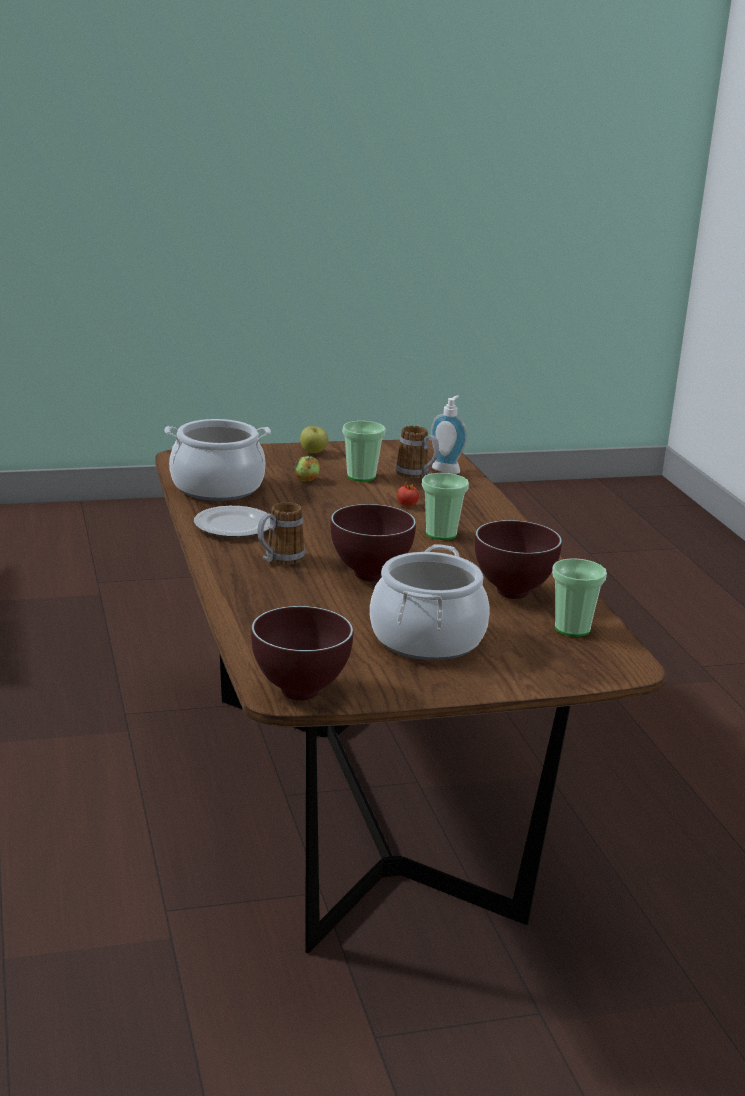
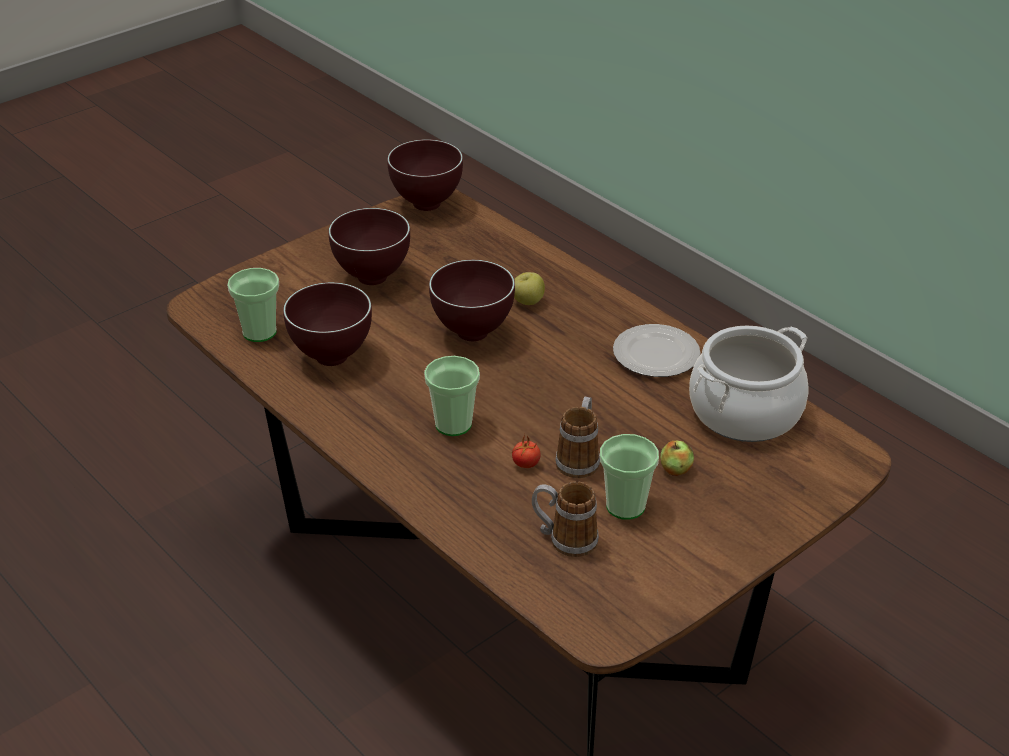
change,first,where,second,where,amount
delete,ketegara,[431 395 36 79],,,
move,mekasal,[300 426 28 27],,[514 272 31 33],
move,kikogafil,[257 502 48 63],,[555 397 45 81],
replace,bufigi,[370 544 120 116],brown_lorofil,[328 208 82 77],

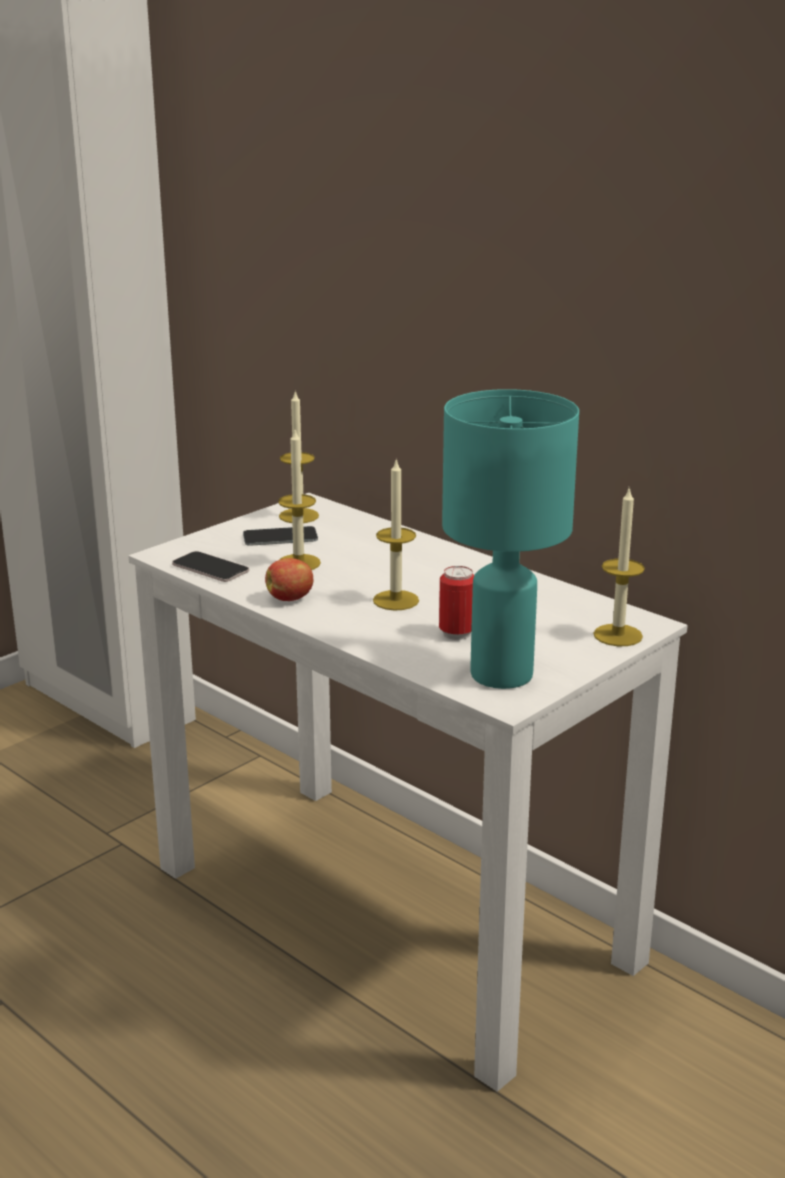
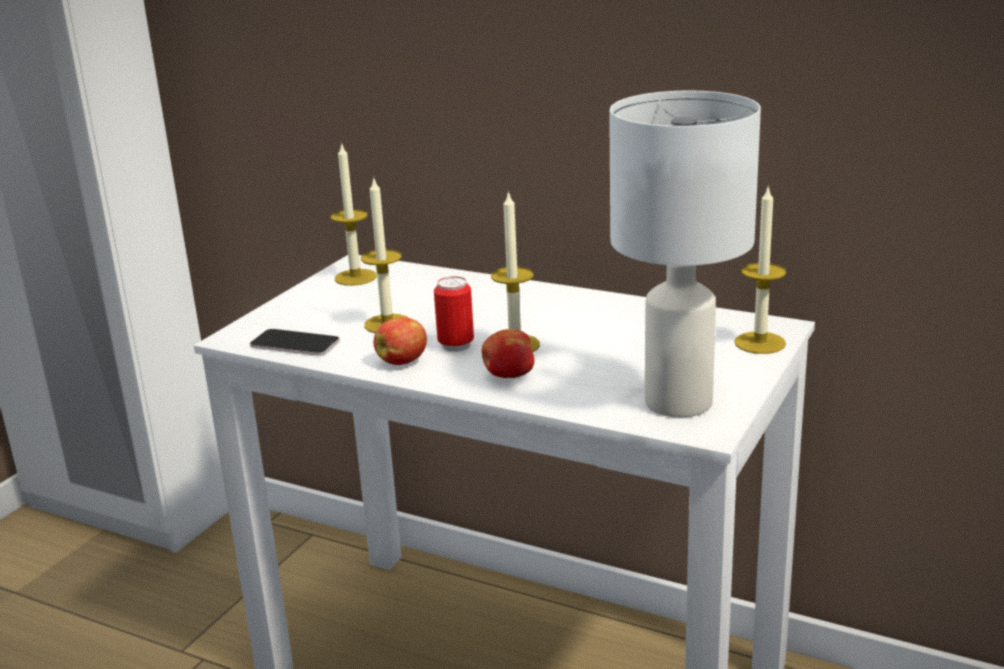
change,first,where,second,where,amount
recolor,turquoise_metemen,[442 389 137 300],white_metemen,[609 91 152 326],
delete,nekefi,[243 526 75 20],,,
move,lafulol,[439 566 35 74],,[434 276 40 76],
insert,,,mekasal,[482 329 52 49],

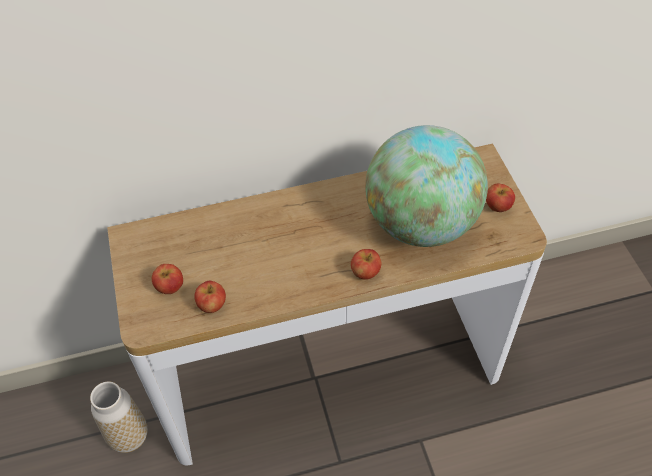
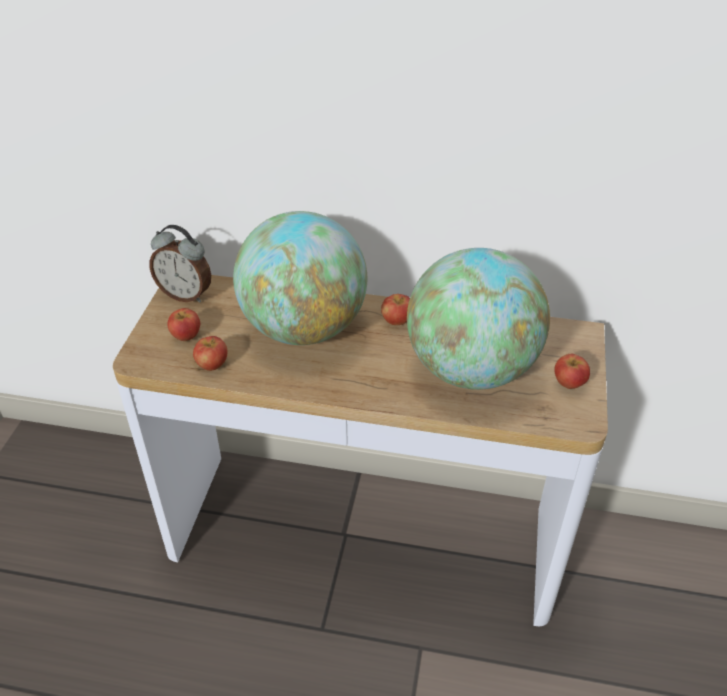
change,first,where,second,where,amount
move,mekasal,[351 249 30 31],,[381 294 29 31],
delete,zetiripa,[90 381 58 72],,,
insert,,,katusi,[233 211 134 134],
insert,,,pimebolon,[149 225 62 78],

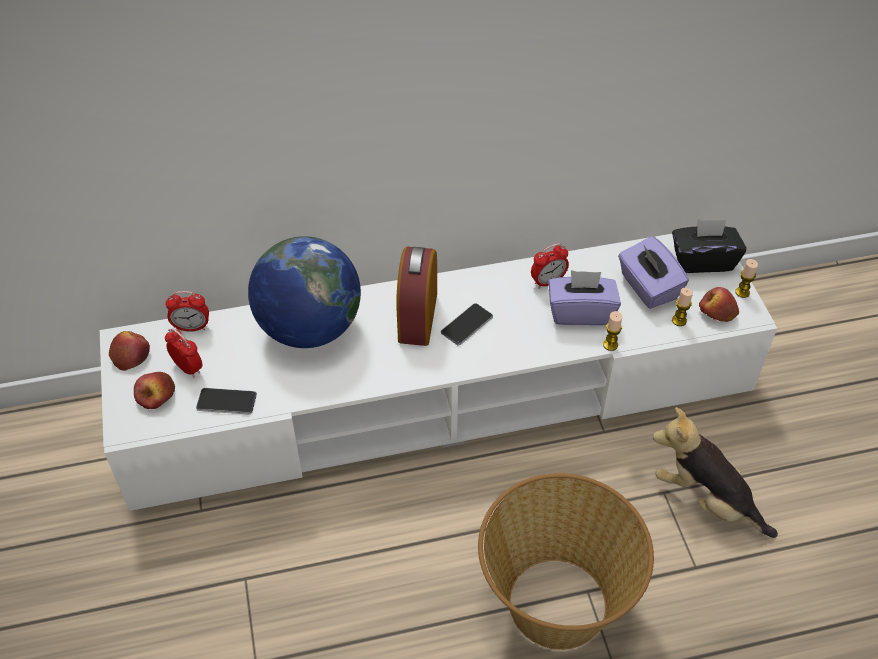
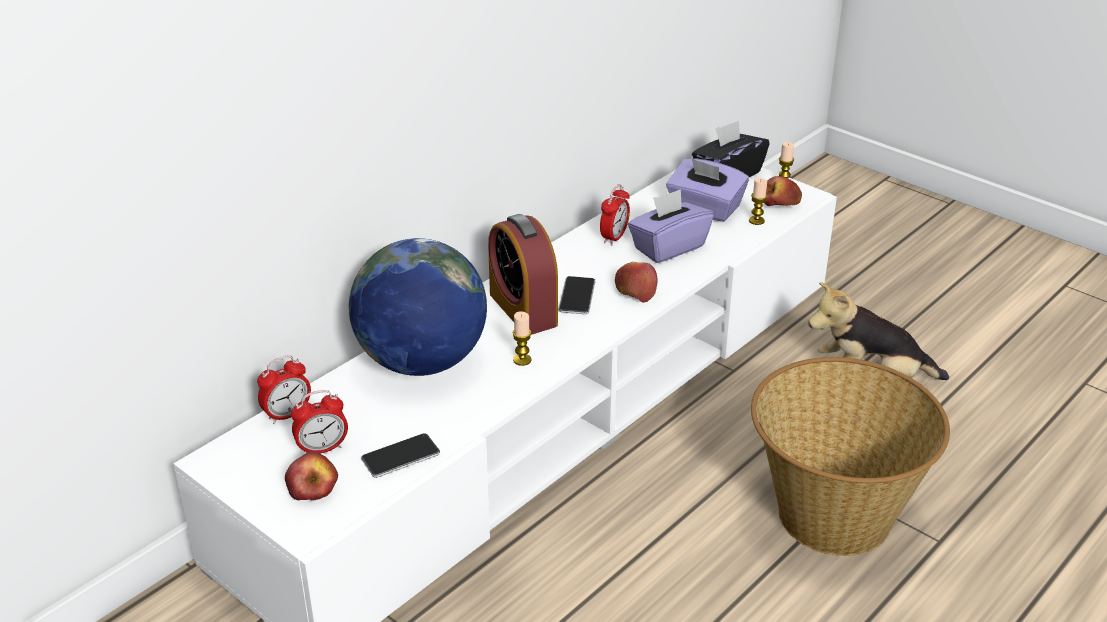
change,first,where,second,where,amount
move,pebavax,[603 311 19 40],,[512 311 20 55],
rotate,pimebolon,[165 328 38 50],,[291 390 57 64],150 degrees clockwise
move,mekasal,[109 331 41 40],,[615 262 43 41],

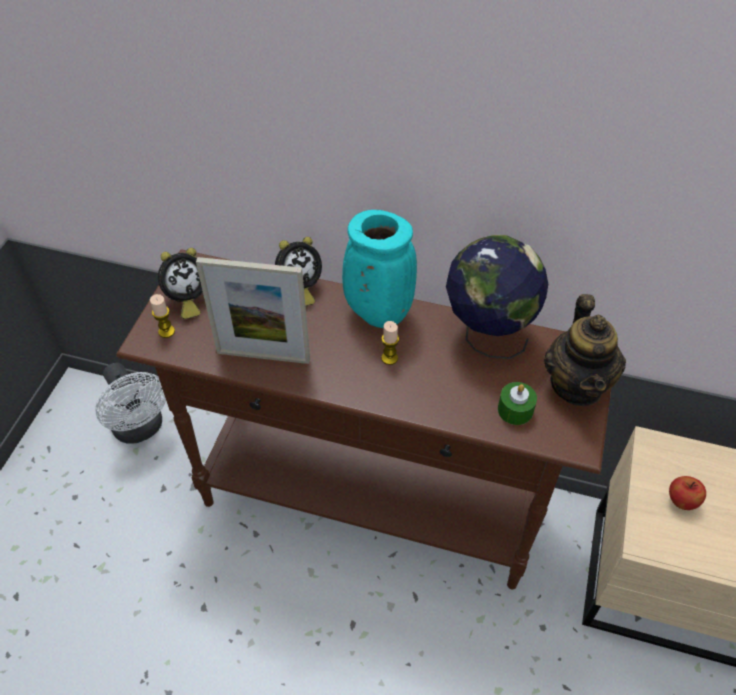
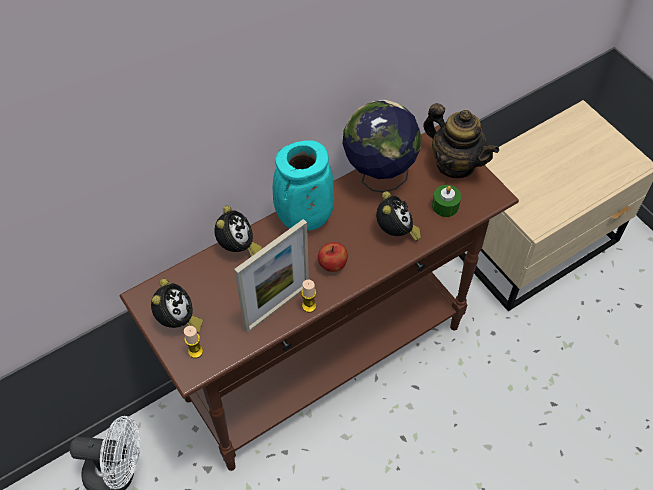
change,first,where,second,where,amount
move,pebavax,[381 321 18 44],,[301 279 15 34],
move,mekasal,[669 476 37 34],,[318 242 30 30],
insert,,,pimebolon,[376 191 45 50],

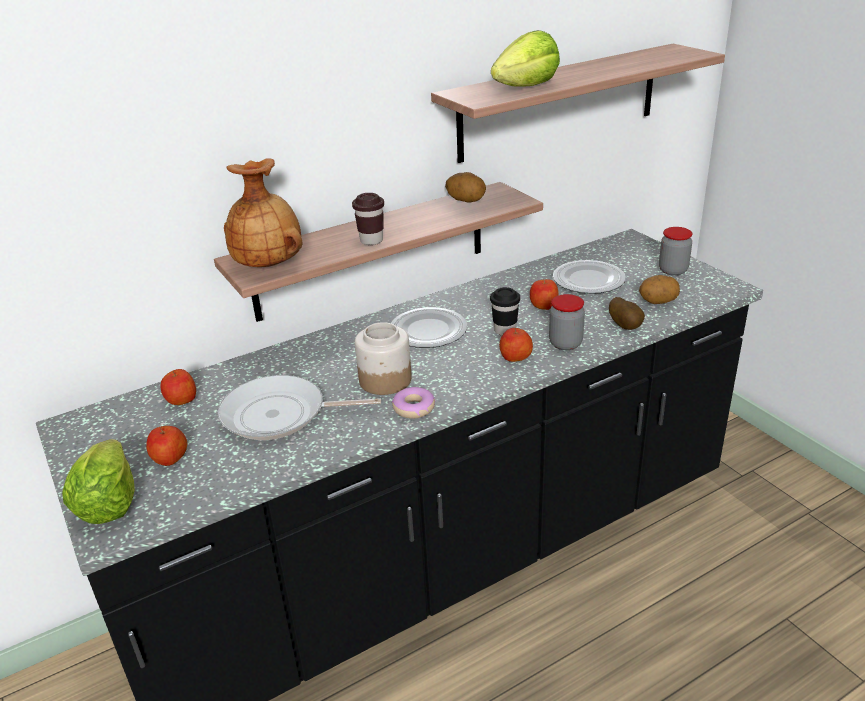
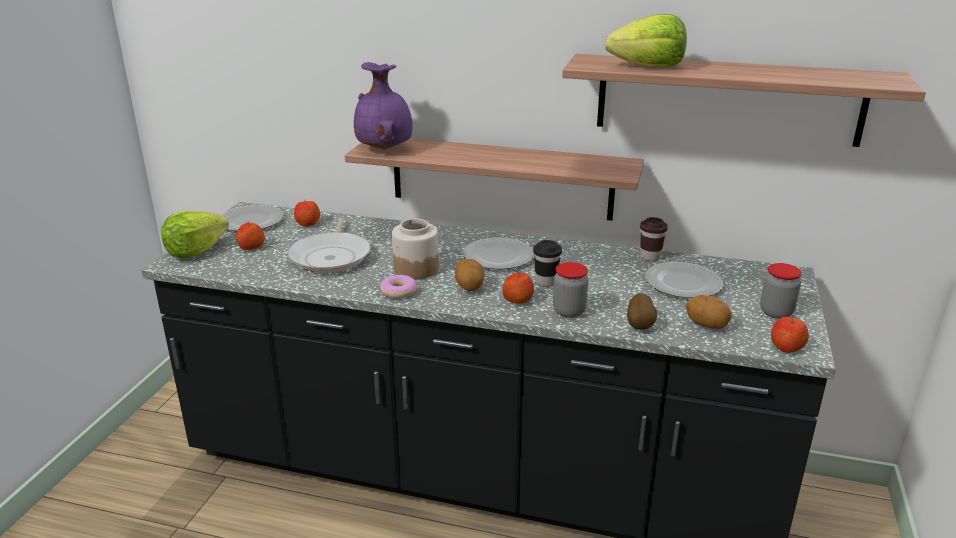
change,first,where,second,where,amount
recolor,brown_zetiripa,[224 159 79 108],purple_zetiripa,[354 62 58 87],
move,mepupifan,[445 172 41 31],,[455 259 30 32],
move,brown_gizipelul,[352 193 32 52],,[640 217 28 44],
move,mekasal,[530 279 29 31],,[771 317 38 36],
rotate,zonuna,[218 375 163 65],,[288 216 82 57],135 degrees counterclockwise
insert,,,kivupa,[222 205 62 26],

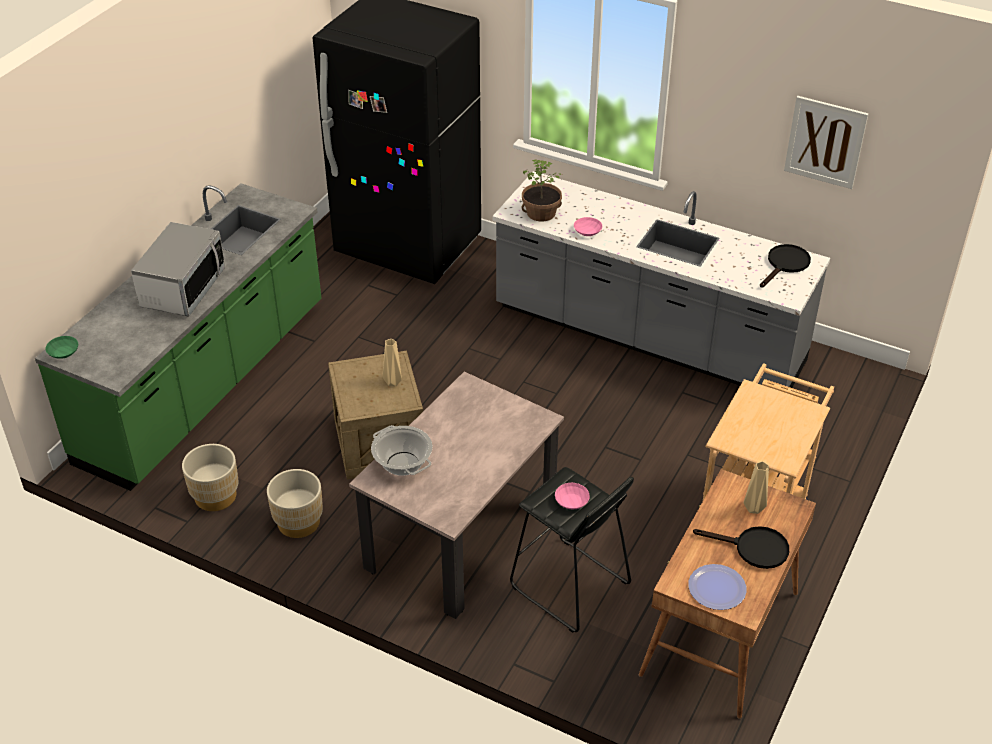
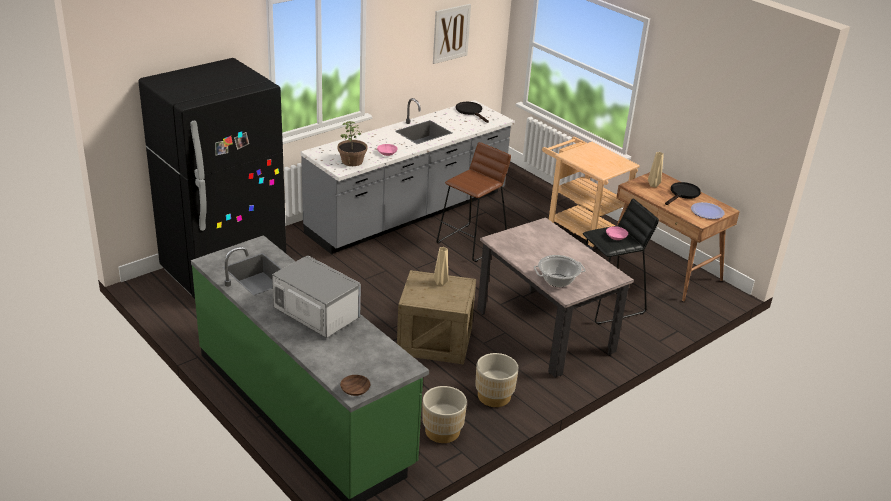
change,first,where,second,where,amount
recolor,green_lorofil,[45 336 33 23],brown_lorofil,[340 375 30 21],
insert,,,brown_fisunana,[436 142 75 120],

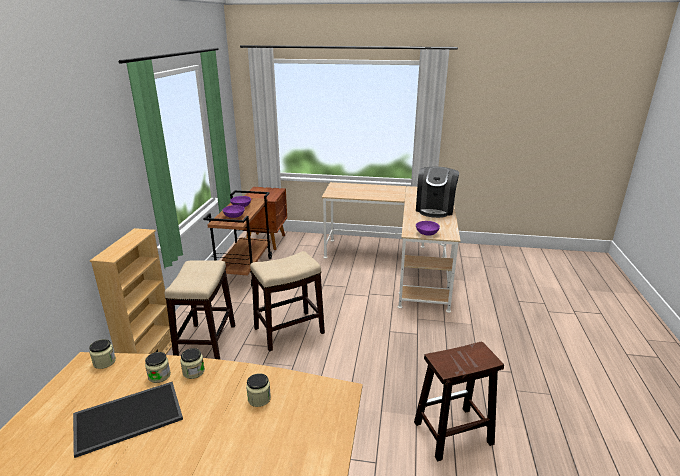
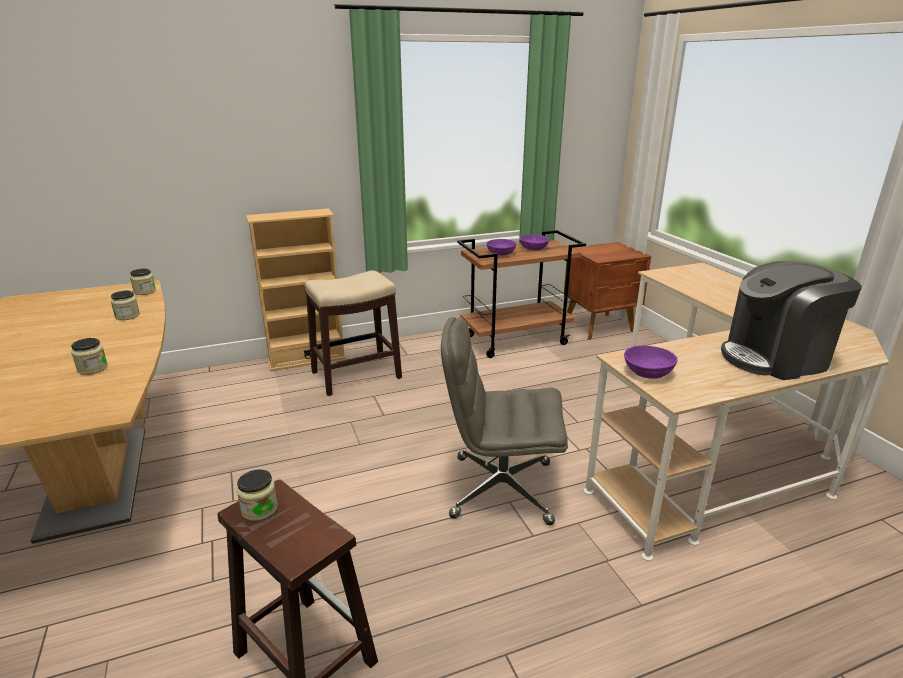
change,first,where,second,where,amount
delete,fisunana,[250 251 75 100],,,
move,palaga,[180 348 25 31],,[237 469 41 52],
delete,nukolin,[73 382 110 76],,,
insert,,,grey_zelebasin,[441 317 127 208],

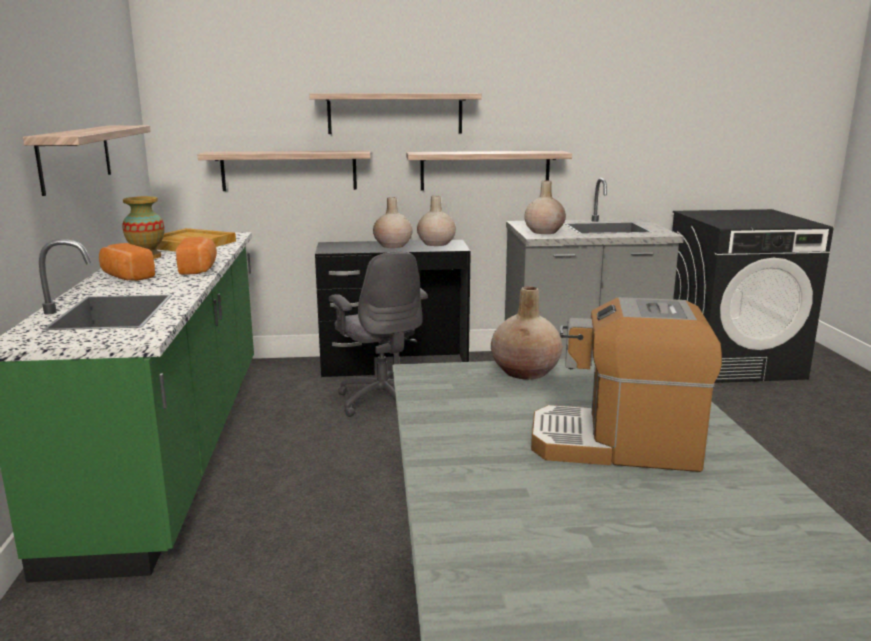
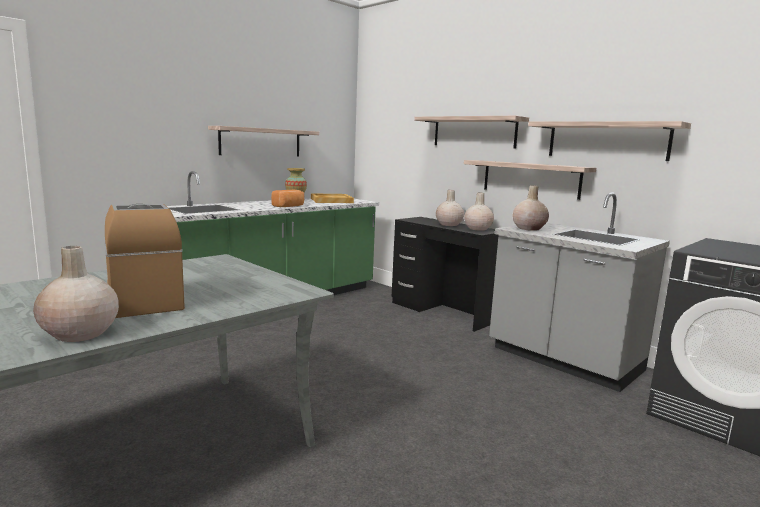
change,first,where,second,where,amount
move,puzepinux,[198 151 173 40],,[528 121 163 40],
delete,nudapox,[99 243 56 38],,,
delete,grey_zelebasin,[329 251 99 166],,,
move,beige_zetiripa,[491 286 72 94],,[33 246 86 96],

